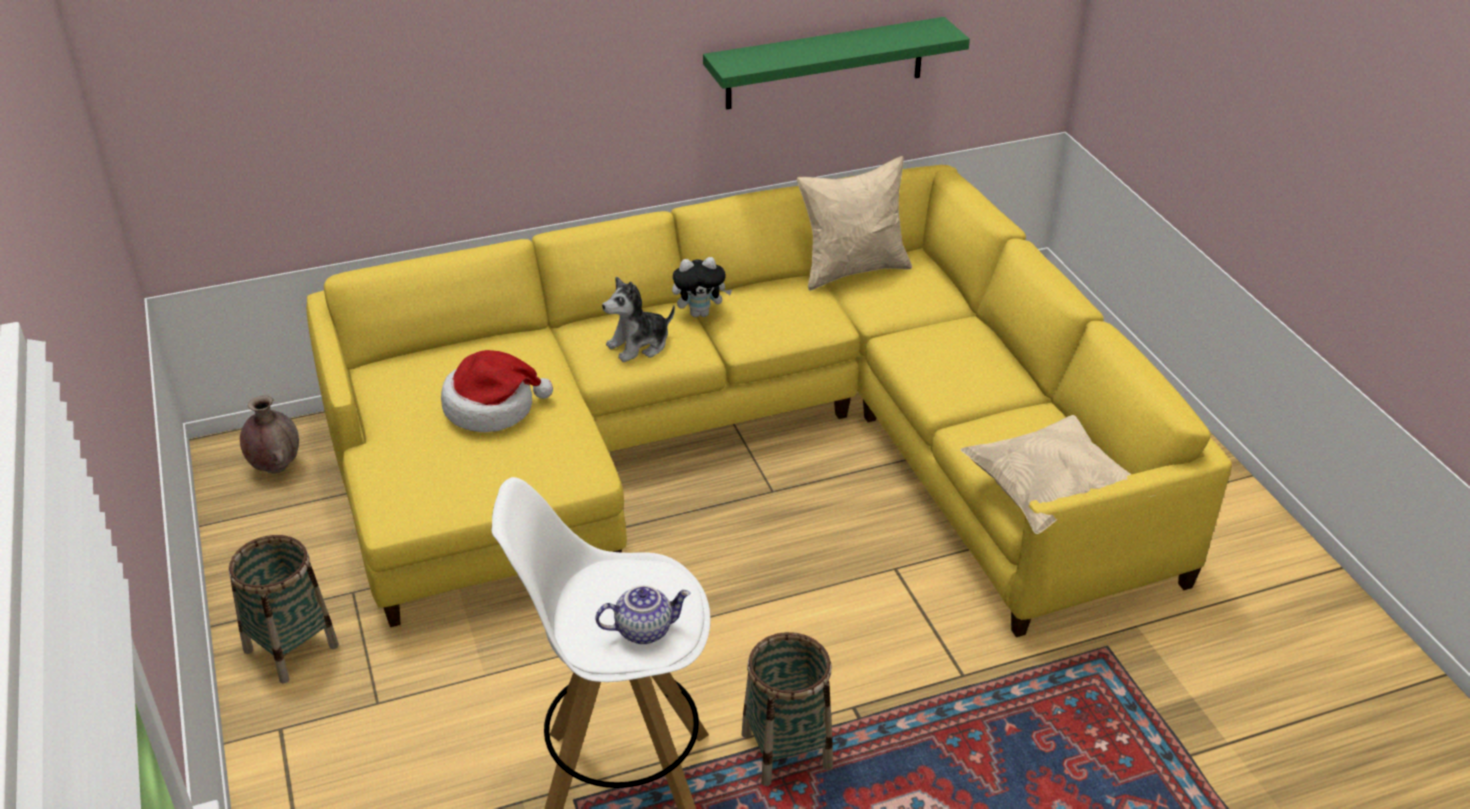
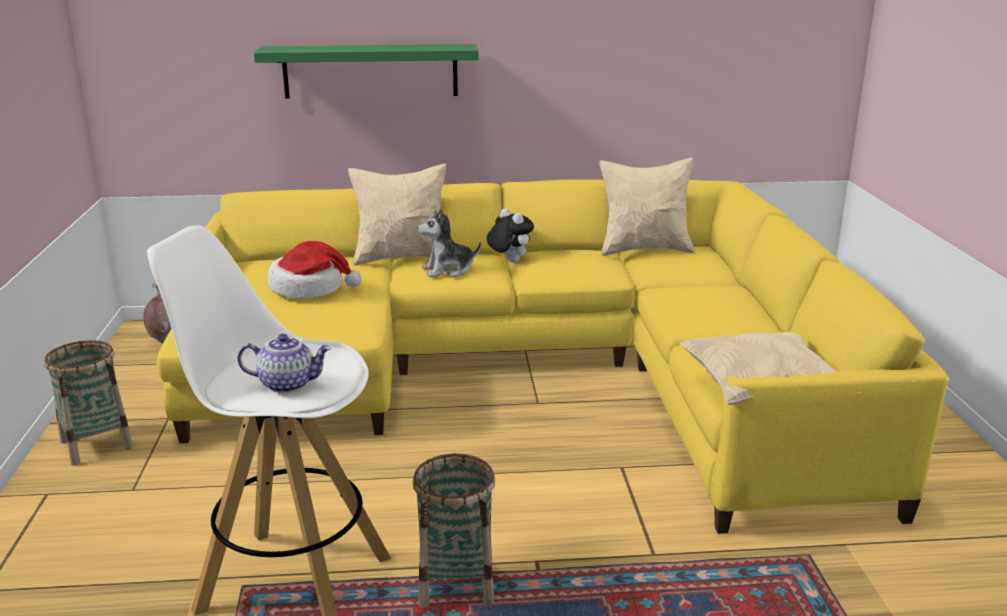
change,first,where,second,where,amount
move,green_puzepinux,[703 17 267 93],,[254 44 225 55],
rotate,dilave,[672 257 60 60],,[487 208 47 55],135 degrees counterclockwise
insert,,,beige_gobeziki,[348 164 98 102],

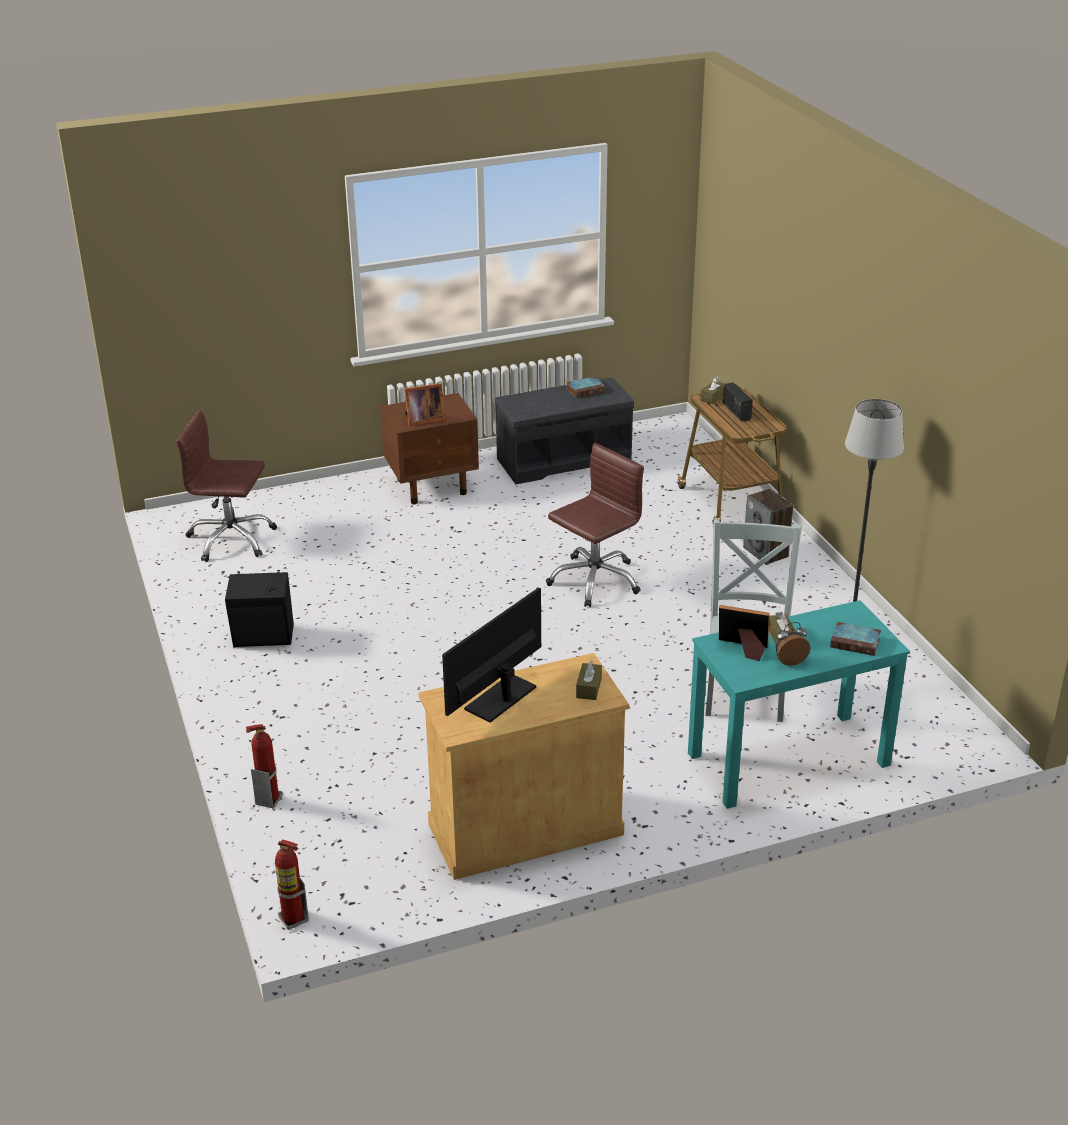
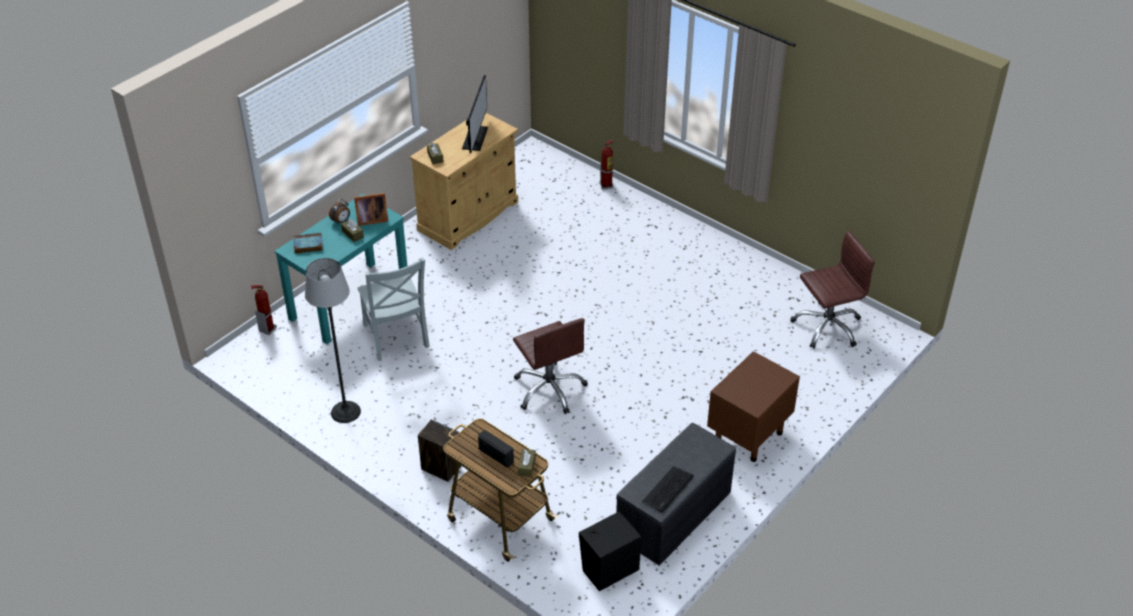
change,first,where,second,where,amount
replace,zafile,[566 376 39 22],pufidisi,[642 466 52 47],
delete,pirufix,[404 383 42 43],,,
rotate,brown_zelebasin,[546 443 98 164],,[513 318 75 96],45 degrees counterclockwise
move,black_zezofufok,[225 570 69 77],,[579 511 62 80],
move,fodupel,[275 840 34 90],,[251 285 26 50],

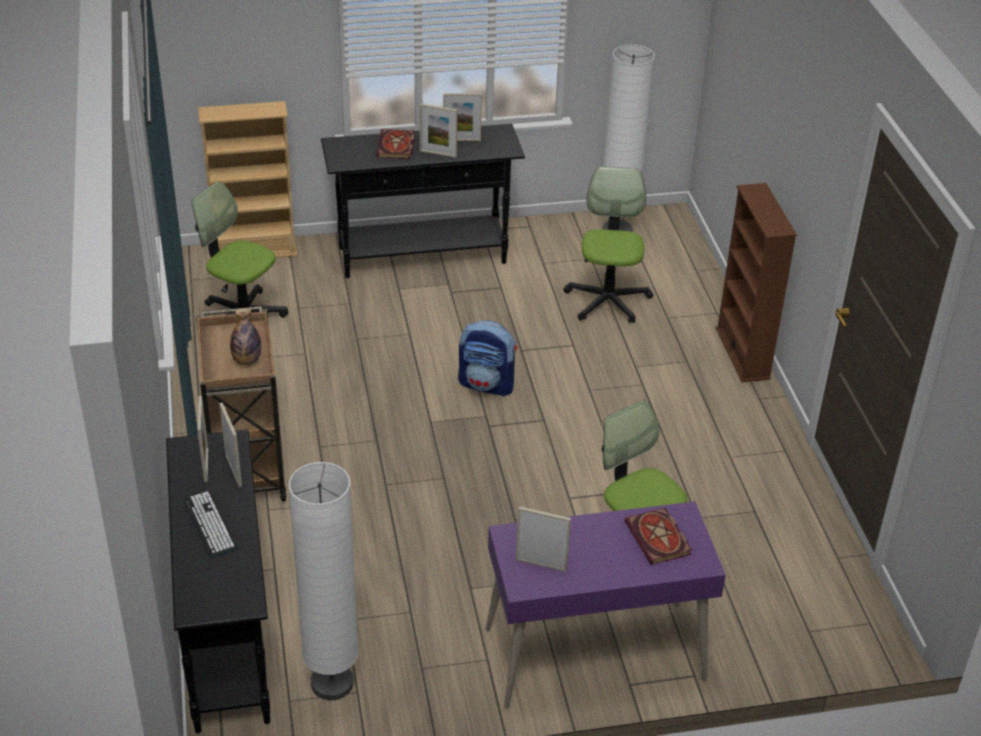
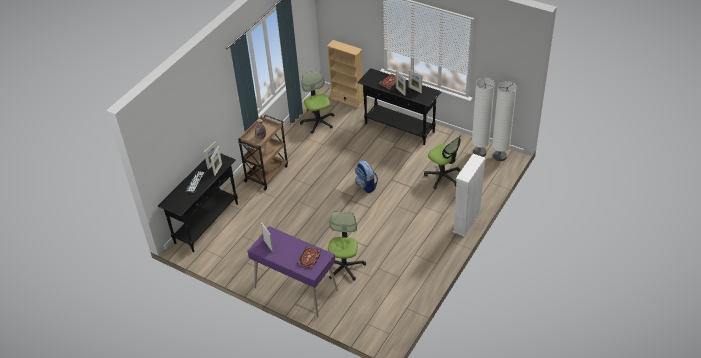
change,first,where,second,where,amount
rotate,zelebasin,[564 167 89 156],,[424 135 37 54],90 degrees clockwise
recolor,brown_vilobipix,[715 183 82 200],white_vilobipix,[453 154 32 82],
move,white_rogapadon,[288 462 70 238],,[492 81 25 80],

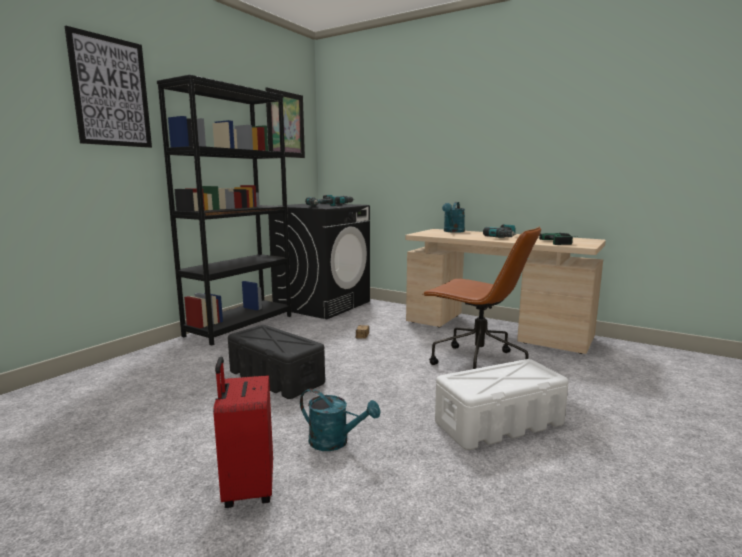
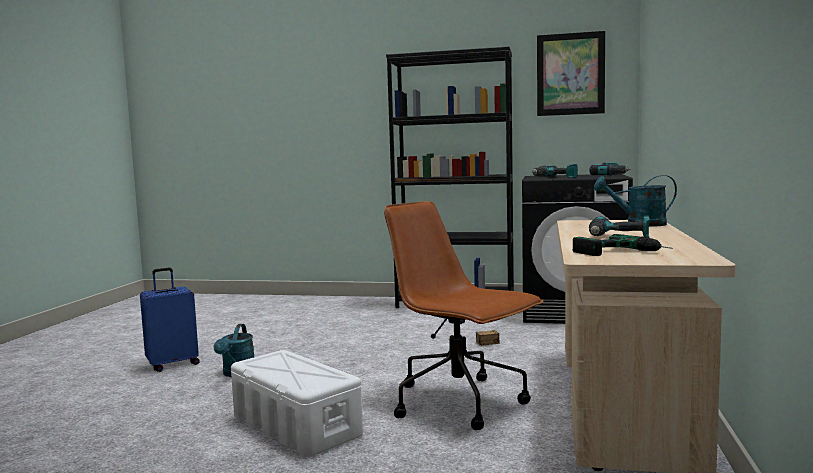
change,first,where,second,where,amount
delete,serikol,[65 26 87 122],,,
rotate,brown_zelebasin,[422 226 119 143],,[384 201 159 229],120 degrees clockwise
delete,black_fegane,[228 325 97 74],,,
recolor,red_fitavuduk,[213 357 60 151],blue_fitavuduk,[140 268 60 104],

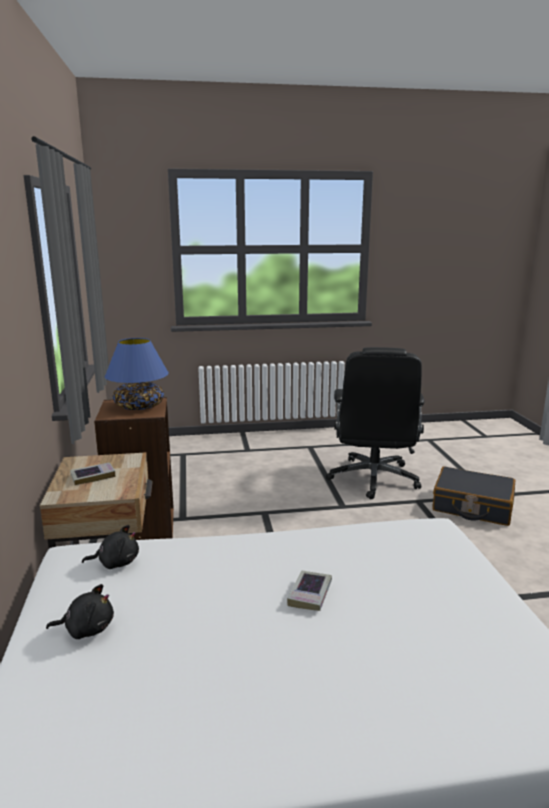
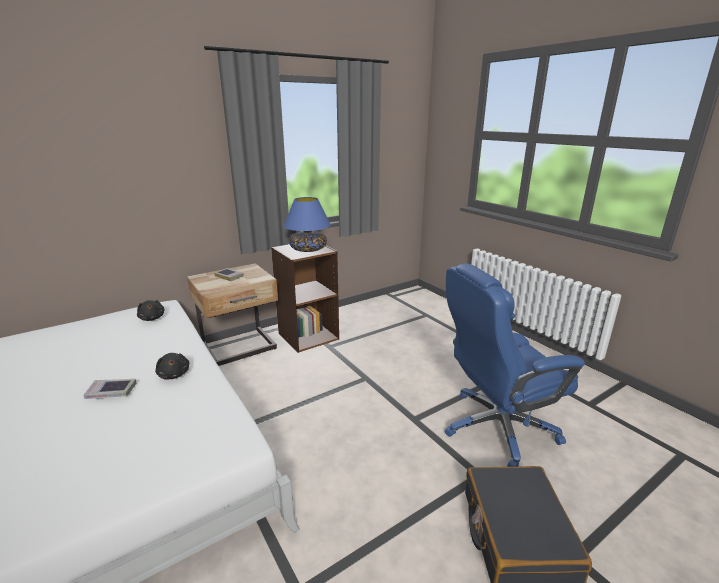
change,first,where,second,where,amount
recolor,black_zelebasin,[326 347 98 152],blue_zelebasin,[445 263 140 204],
move,black_dilave,[46 584 68 55],,[155 353 34 26],

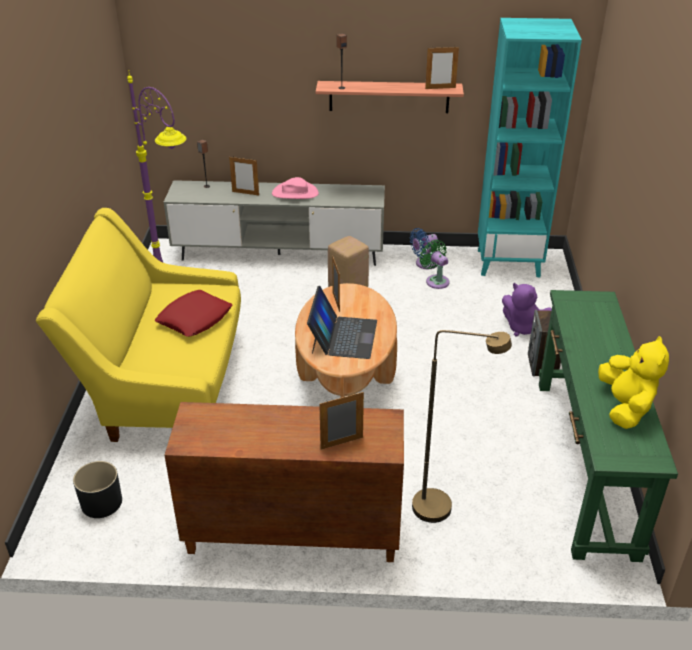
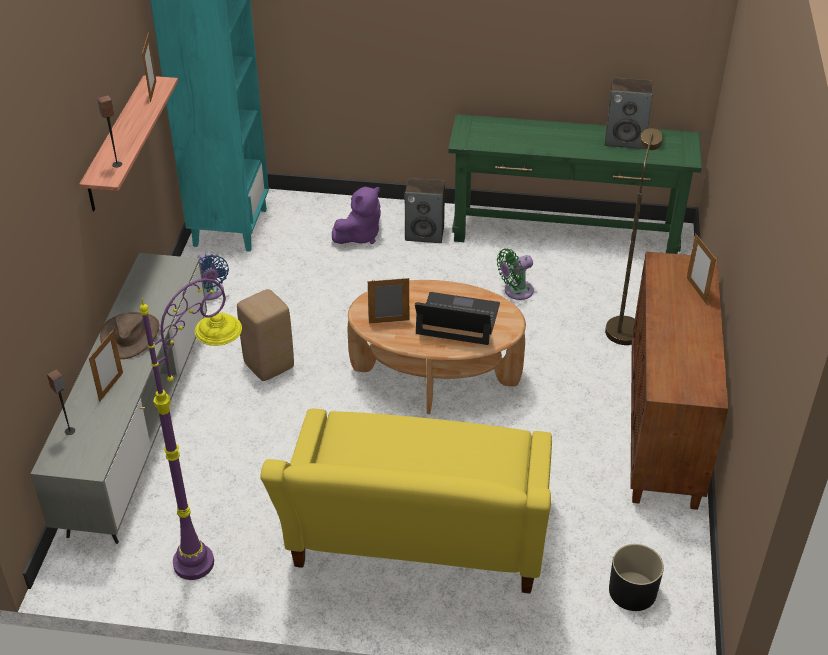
change,first,where,second,where,amount
recolor,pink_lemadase,[272 177 47 22],brown_lemadase,[100 312 60 47],
move,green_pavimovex,[420 240 29 49],,[497 249 37 51],
delete,red_gobeziki,[155 290 77 47],,,
replace,yellow_dilave,[598 336 71 93],zezofufok,[605 77 48 72],

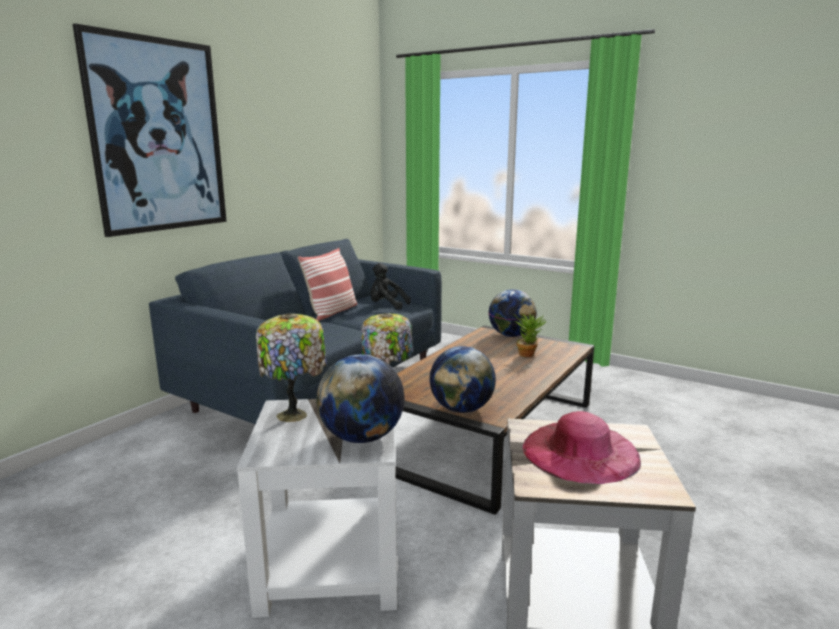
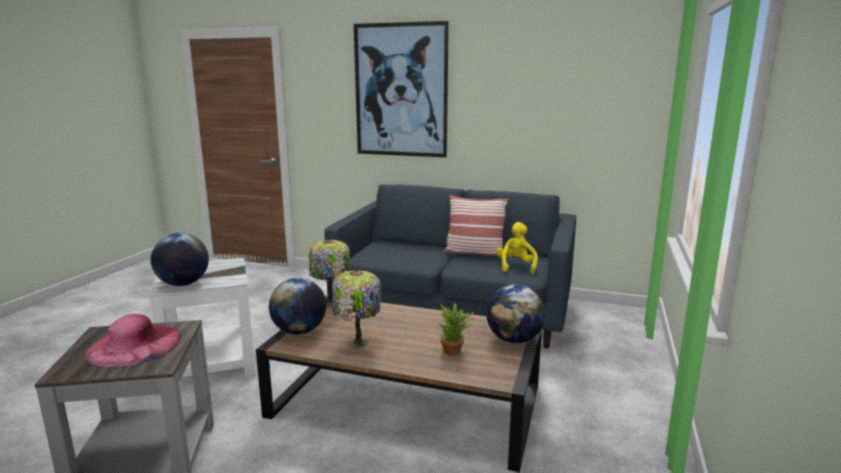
change,first,where,second,where,amount
recolor,black_dilave,[371 263 40 47],yellow_dilave,[497 222 41 52],
move,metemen,[256 313 71 109],,[332 271 49 78],

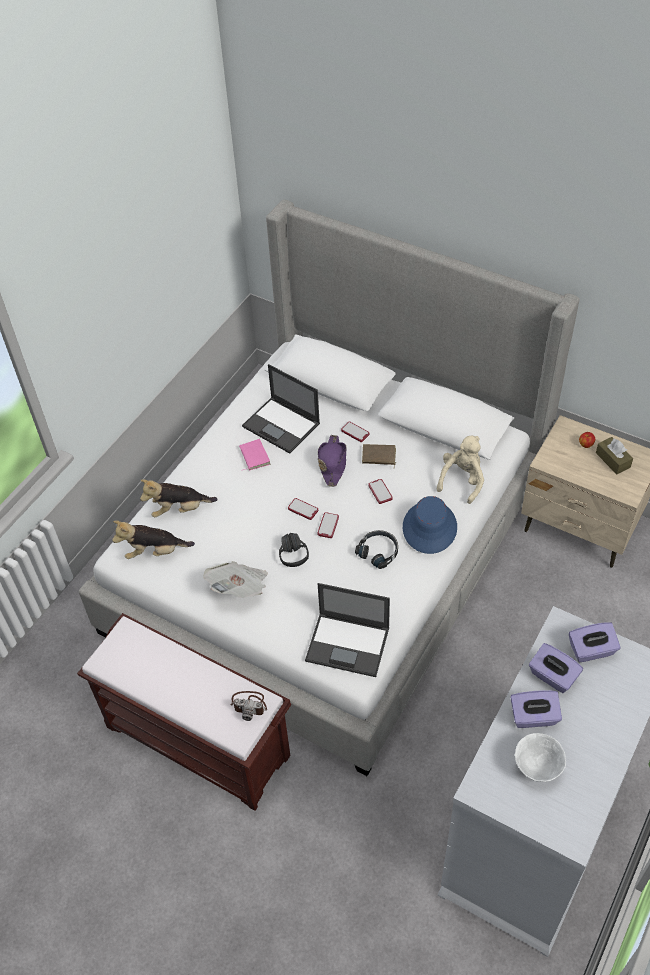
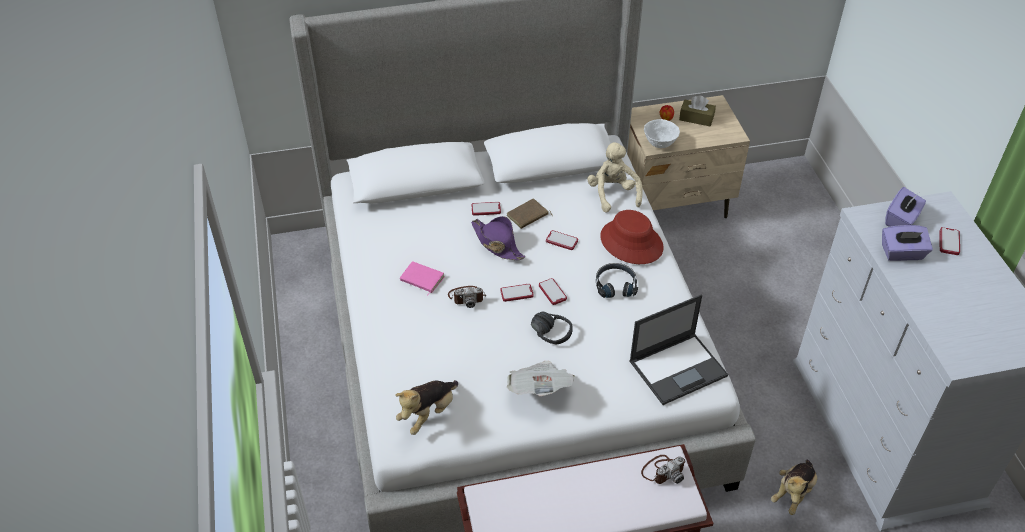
change,first,where,second,where,amount
delete,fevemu,[242 364 78 90],,,
move,dilave,[140 479 77 38],,[771 459 46 56],
recolor,blue_lemadase,[403 496 54 58],red_lemadase,[600 210 64 54],
delete,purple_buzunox,[510 690 52 38],,,
move,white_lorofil,[515 733 51 49],,[644 119 36 29],
insert,,,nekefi,[940 227 20 28],
insert,,,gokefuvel,[448 286 38 22],

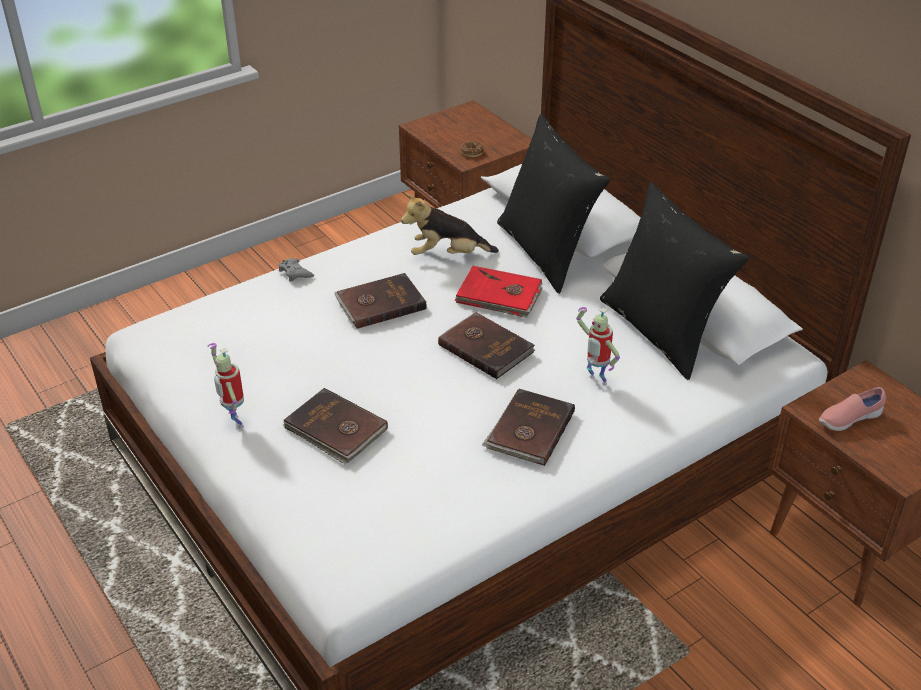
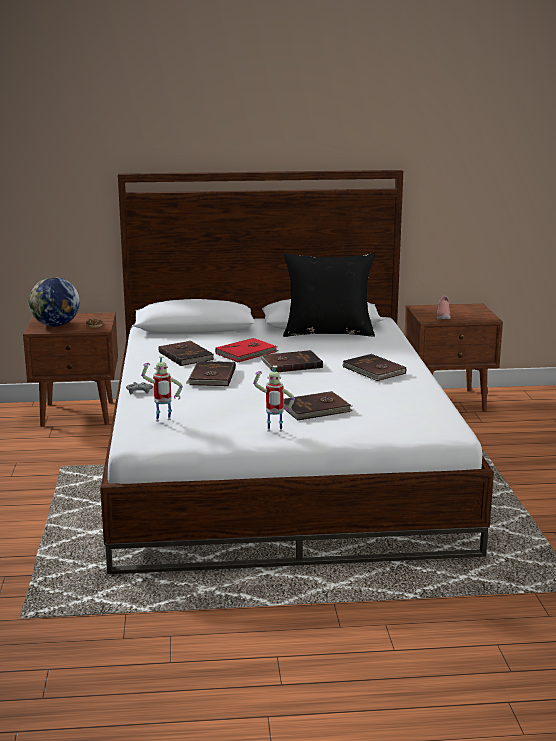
change,first,where,second,where,amount
delete,black_gobeziki,[497 114 113 180],,,
replace,dilave,[401 194 98 61],brown_zafile,[159 341 55 25],
move,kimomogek,[576 307 44 78],,[141 356 42 66],
insert,,,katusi,[29 277 51 50],

